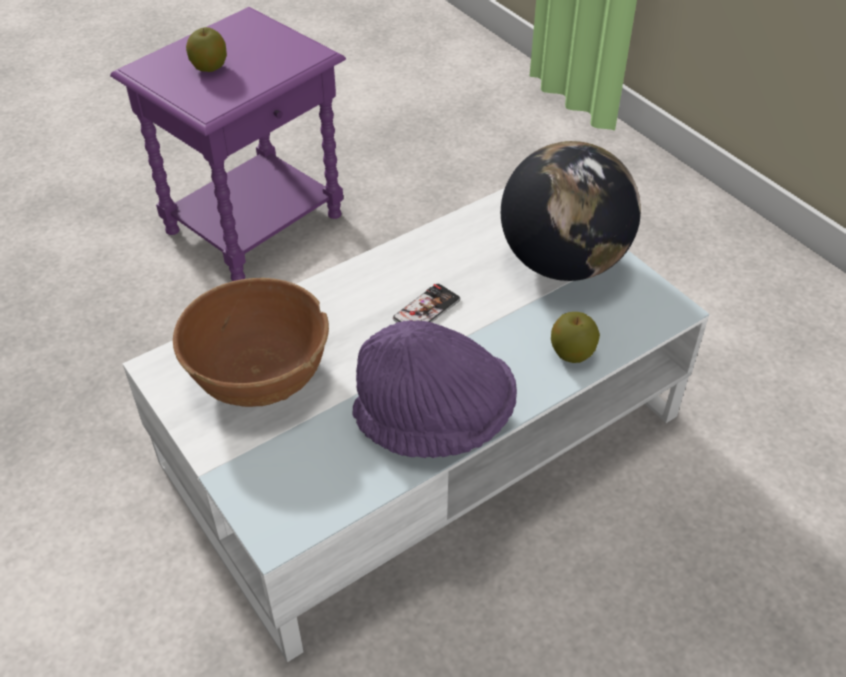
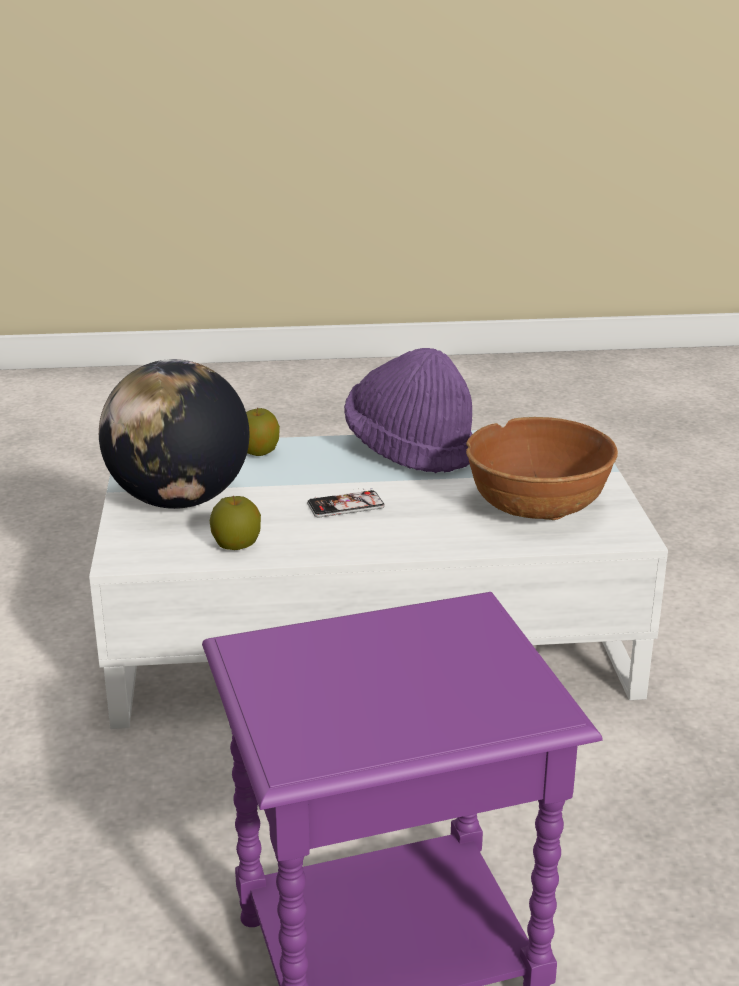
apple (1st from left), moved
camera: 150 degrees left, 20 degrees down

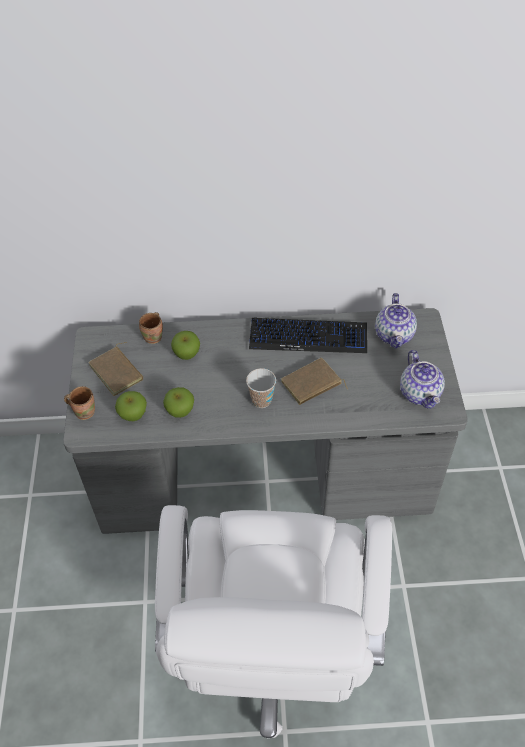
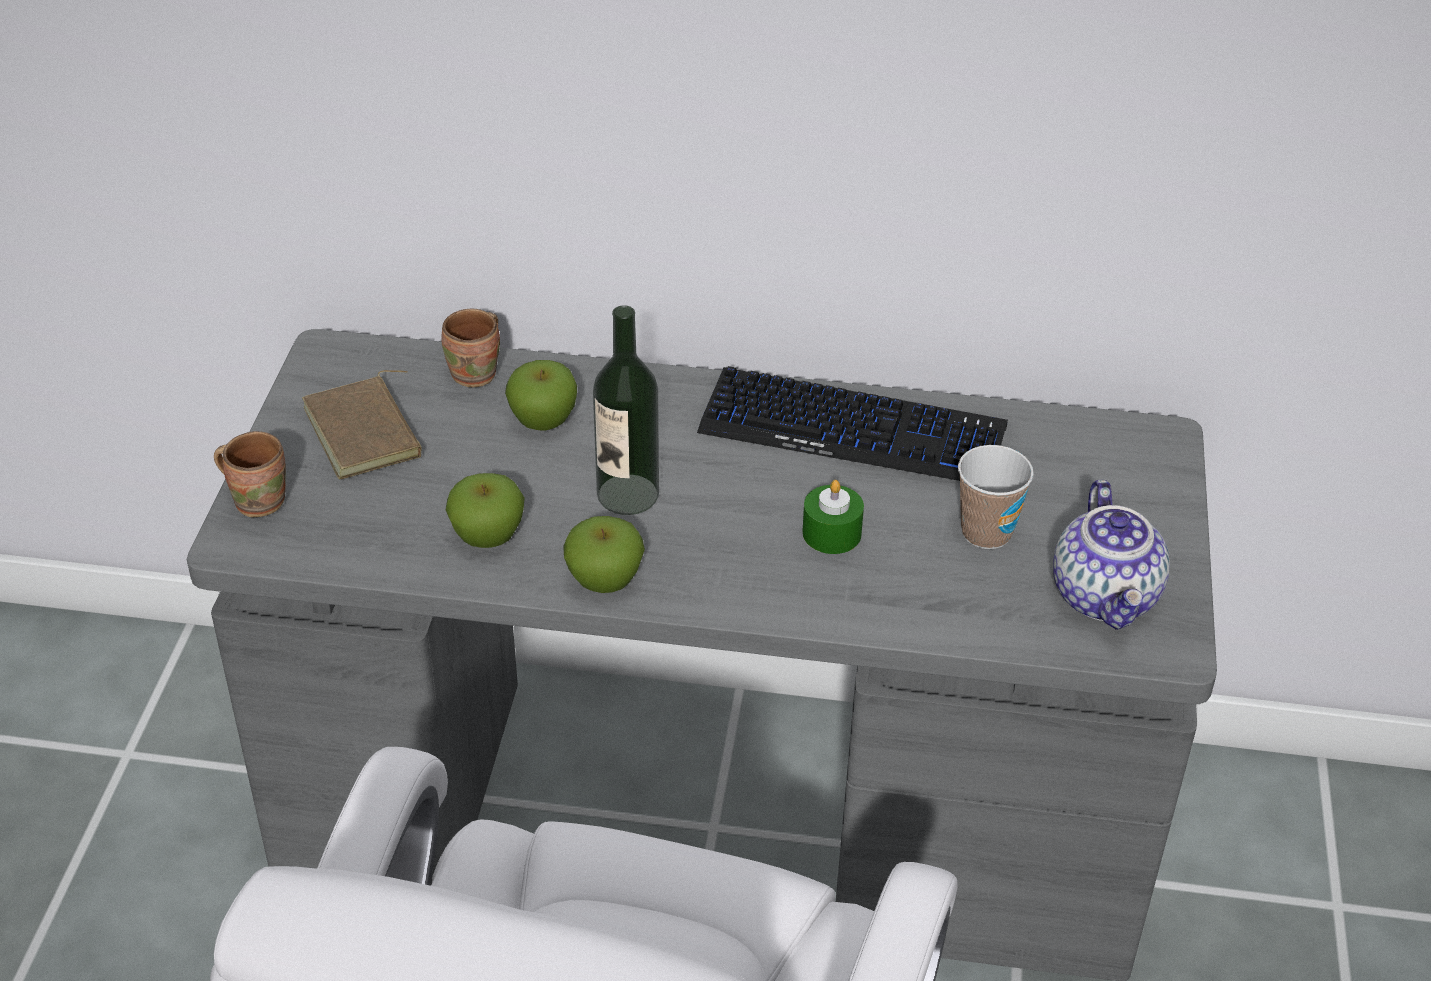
teapot (1st from left) → -
- → bottle
apple (1st from left in the first image) → apple (3rd from left), moved
cup, moved
book (brown) (2nd from left) → candle (green)
camera: 10 degrees right, 10 degrees down

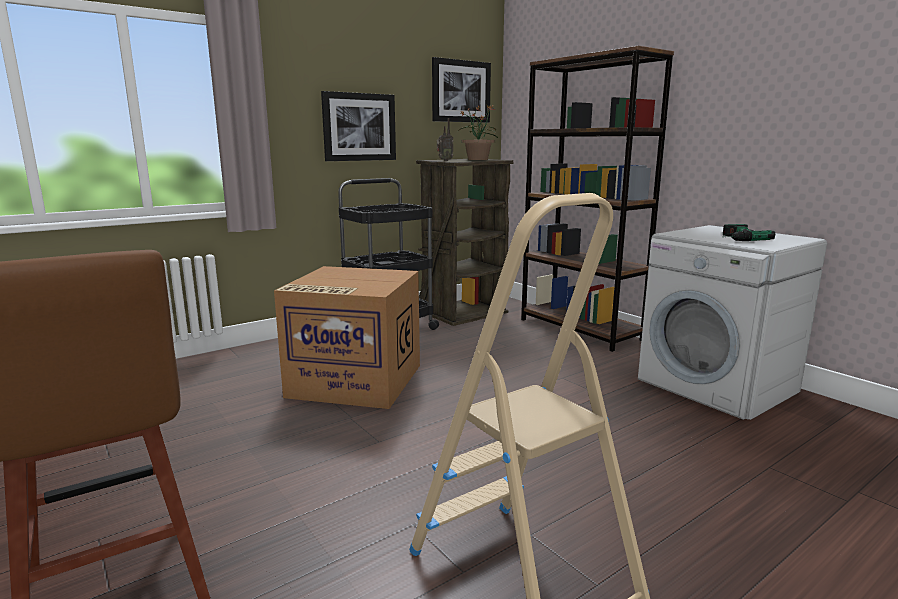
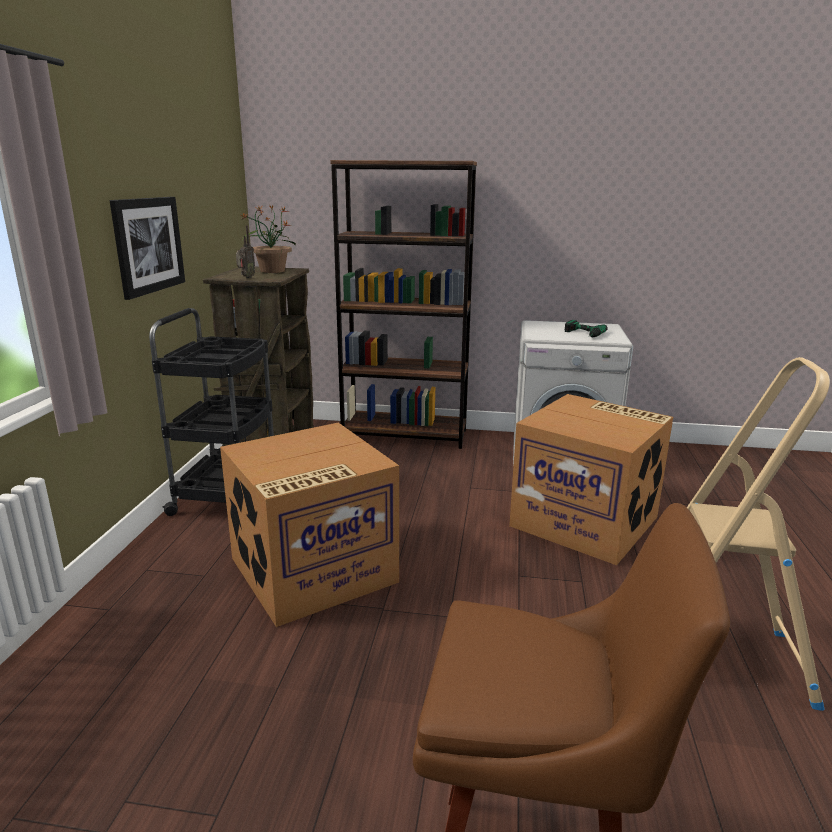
picture (2nd from left) → -
- → cardboard box (2nd from left)
camera: 45 degrees left, 5 degrees up

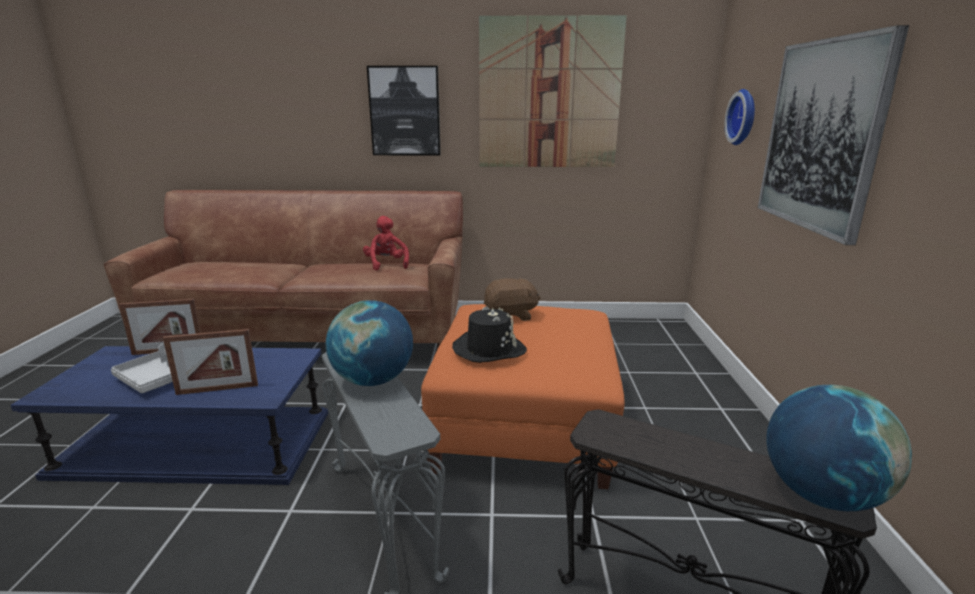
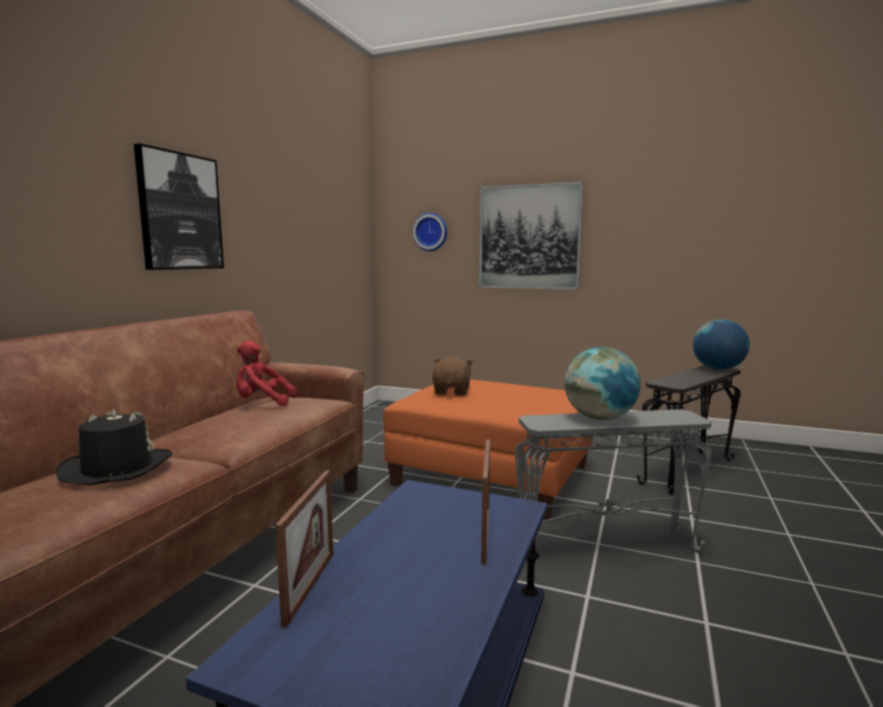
tray (grey) → -
picture (2nd from left) → -
hat (black), moved
camera: 70 degrees left, 10 degrees down

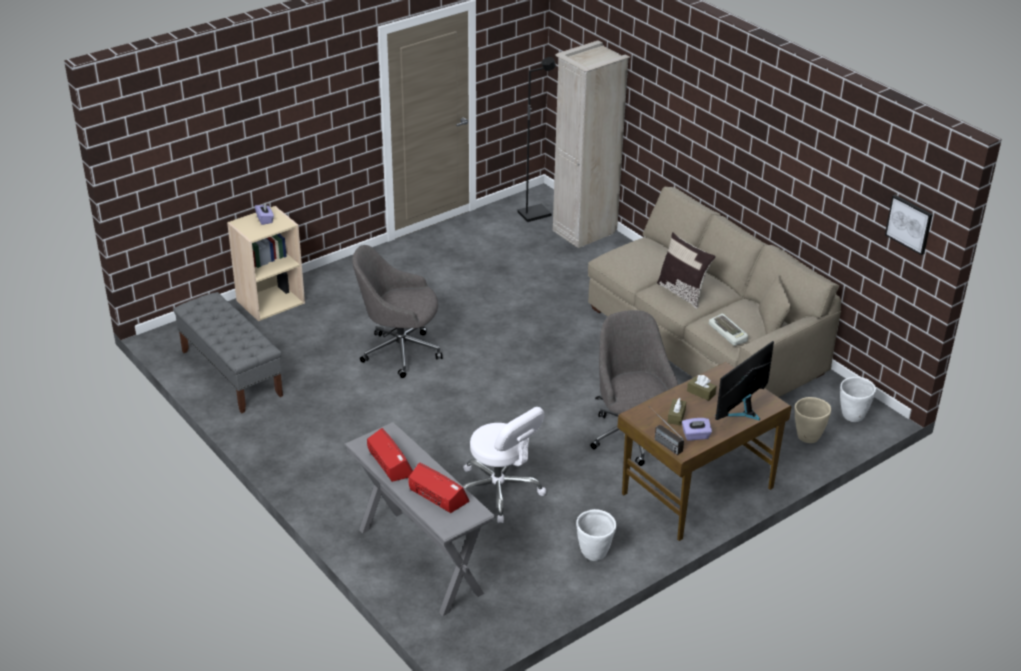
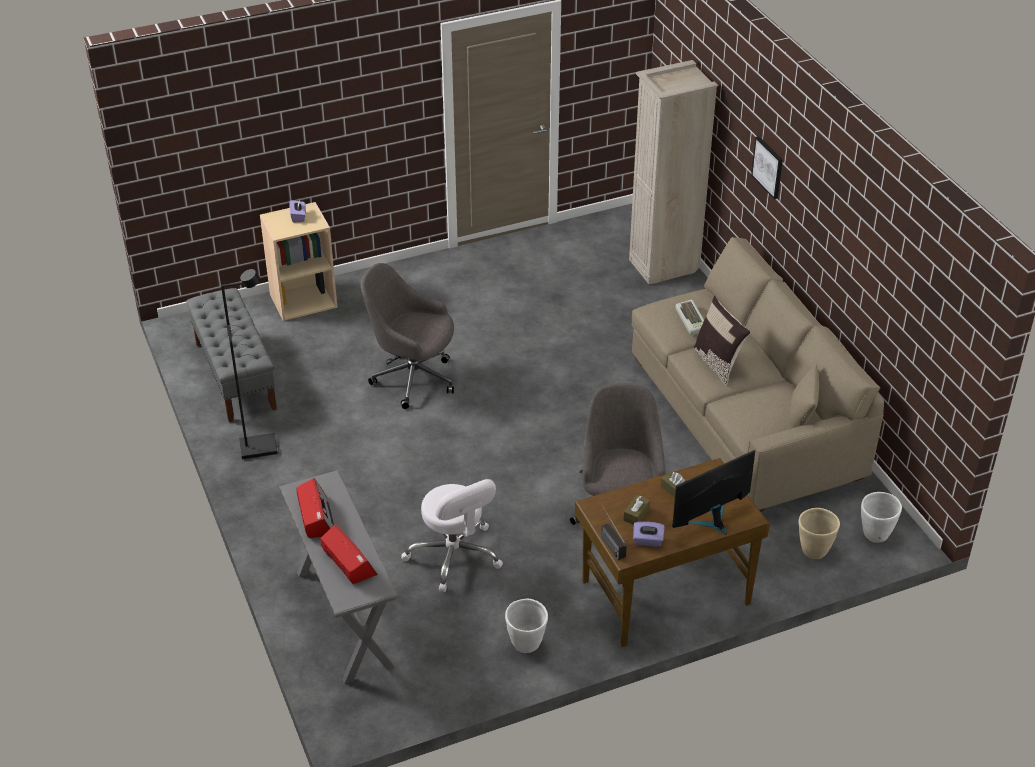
floor lamp (black), moved
keyboard, moved
picture, moved
camera: 15 degrees right, 5 degrees up

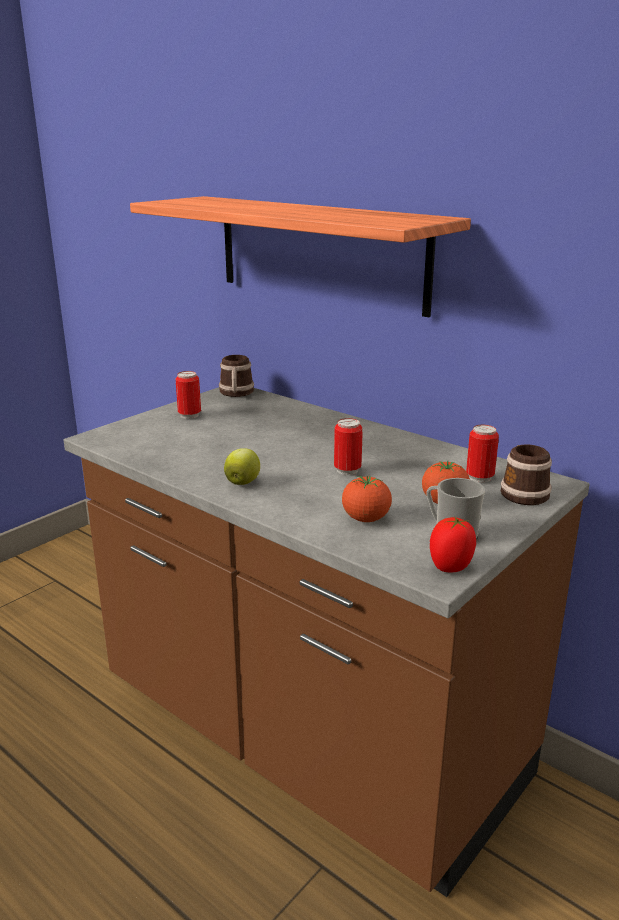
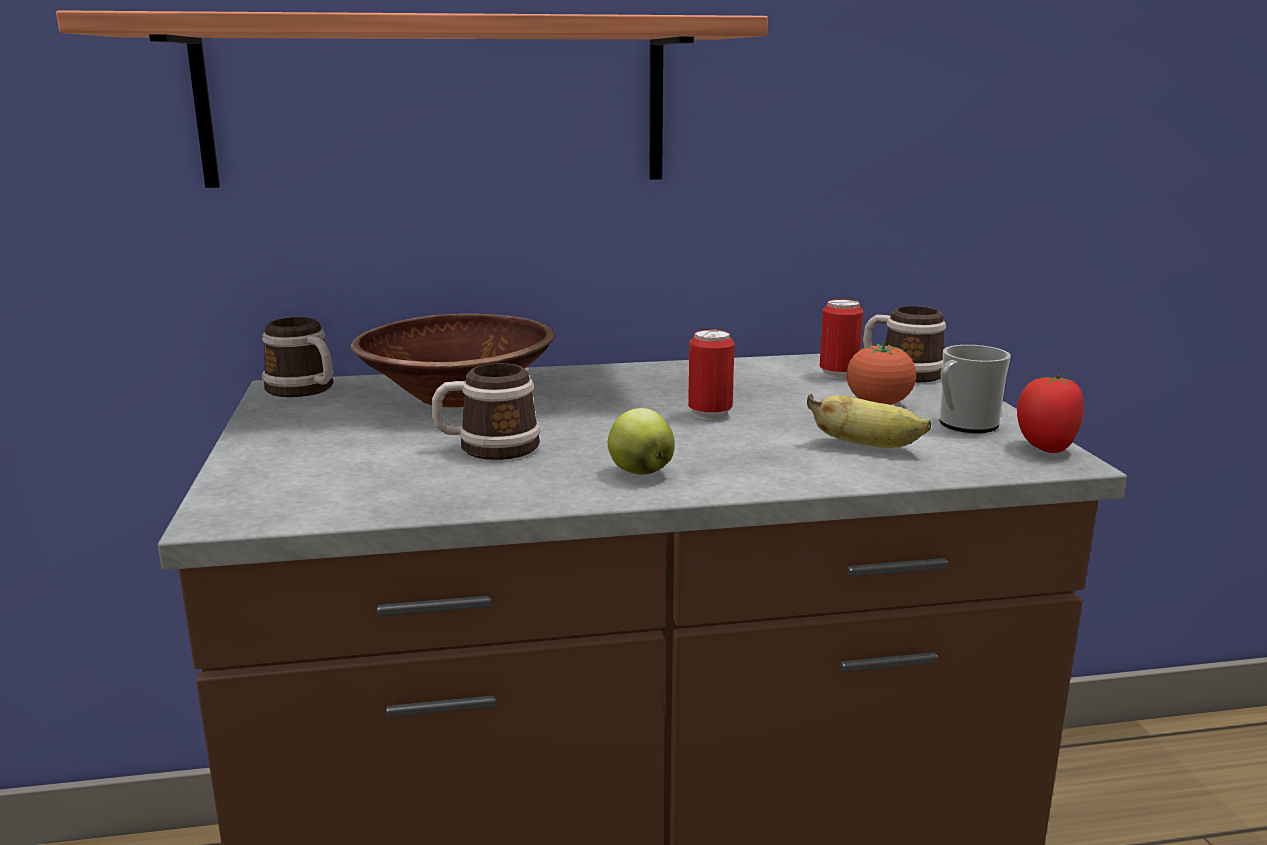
can (1st from left) → -
- → bowl (brown)
- → mug (2nd from left)
tomato (1st from left) → banana
camera: 50 degrees left, 5 degrees down

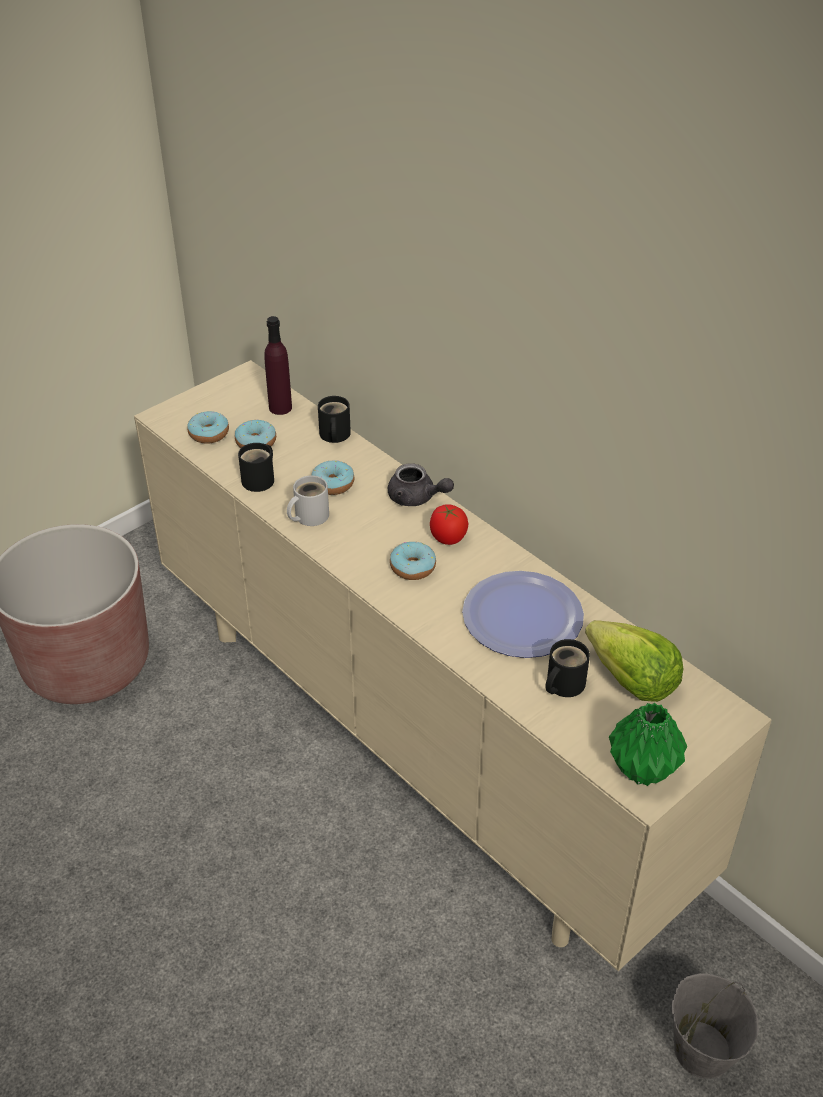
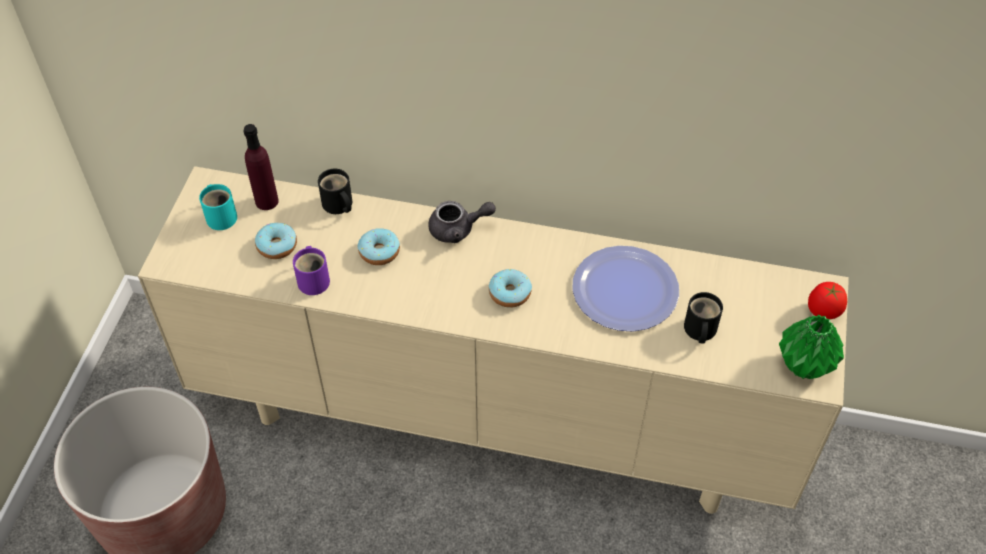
donut (1st from left) → -
mug (white) → -
lettuce → -
bucket (grey) → -
- → mug (turquoise)
tomato, moved
mug (black) (1st from left) → mug (purple)
camera: 35 degrees left, 10 degrees up

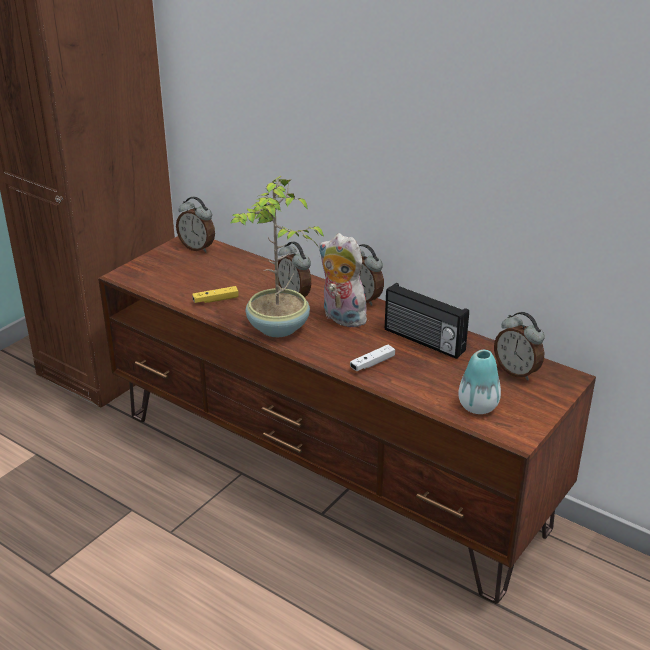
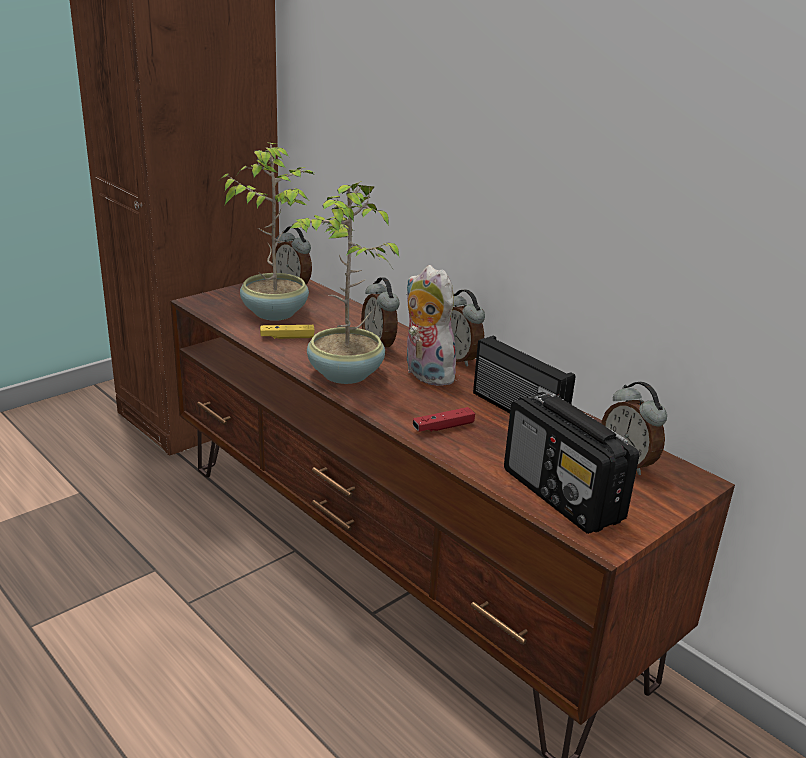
- → potted plant (1st from left)
vase → radio (2nd from left)
game controller (white) → game controller (red)
camera: 10 degrees right, 5 degrees down

